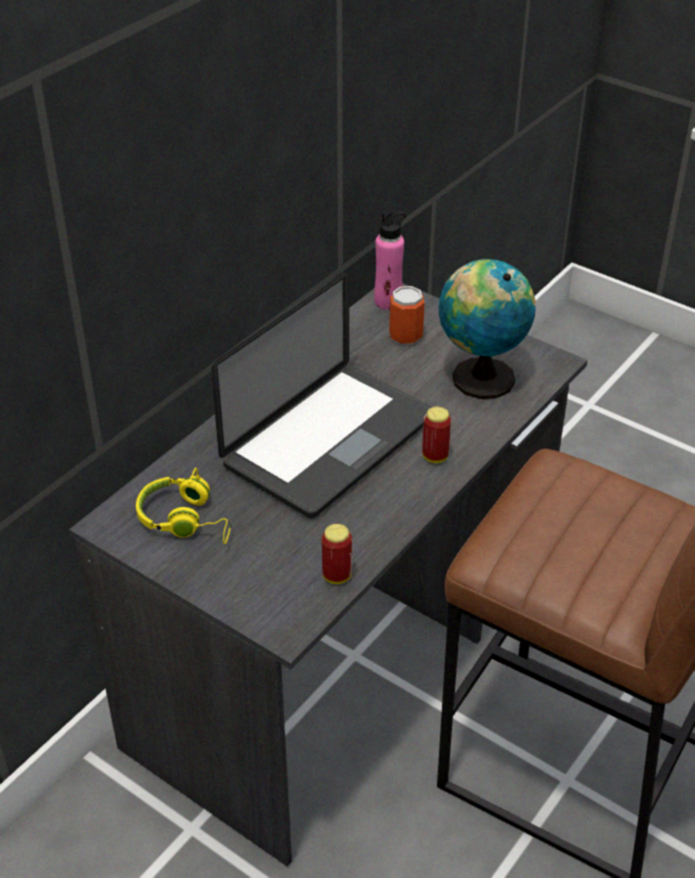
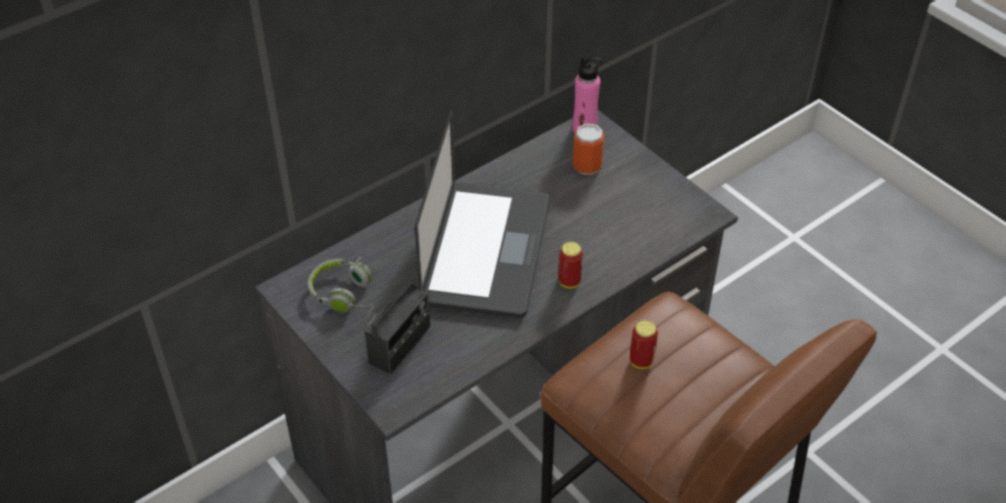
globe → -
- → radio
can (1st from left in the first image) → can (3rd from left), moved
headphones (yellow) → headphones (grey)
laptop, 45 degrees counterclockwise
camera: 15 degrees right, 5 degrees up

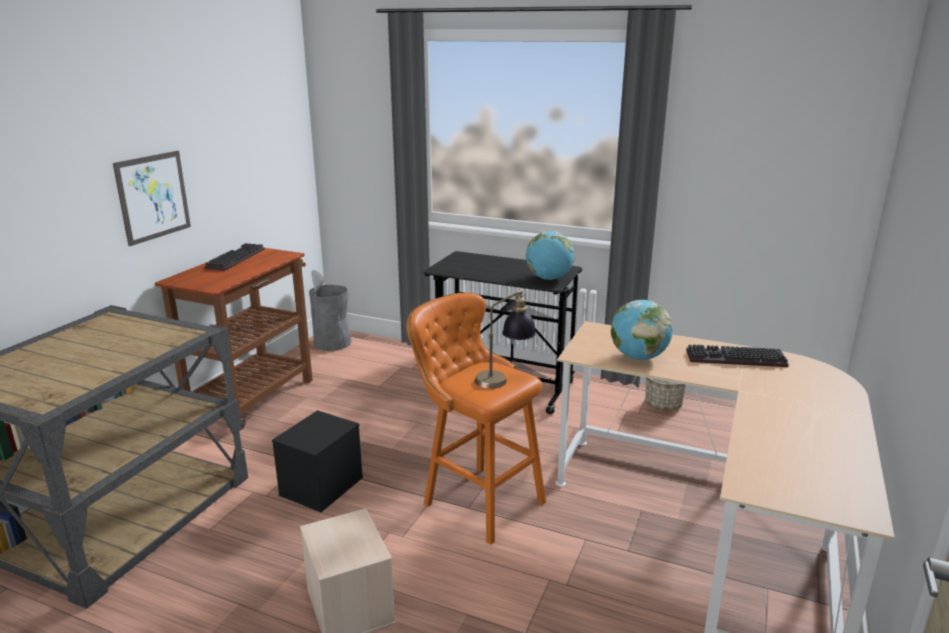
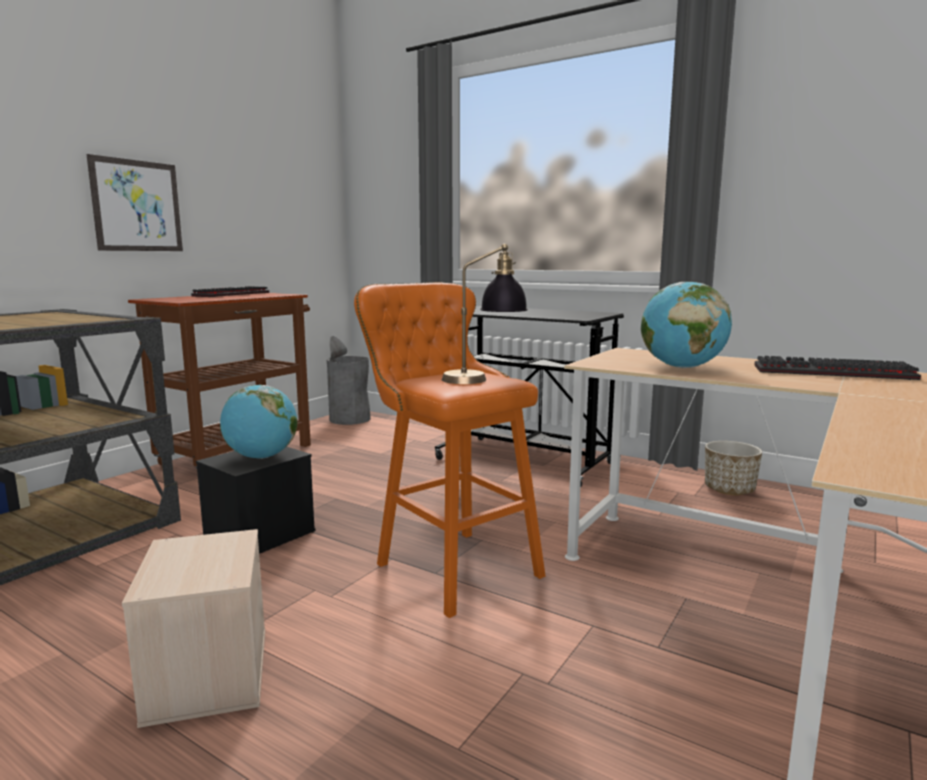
globe (1st from left), moved
camera: 10 degrees right, 10 degrees down

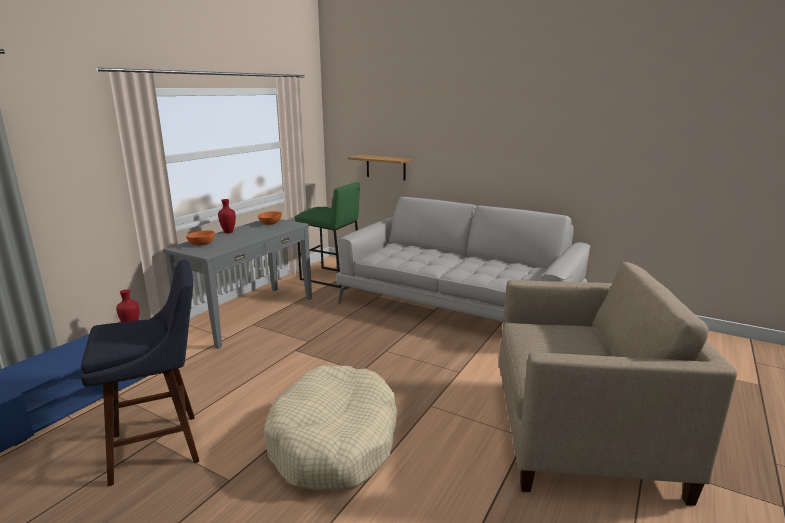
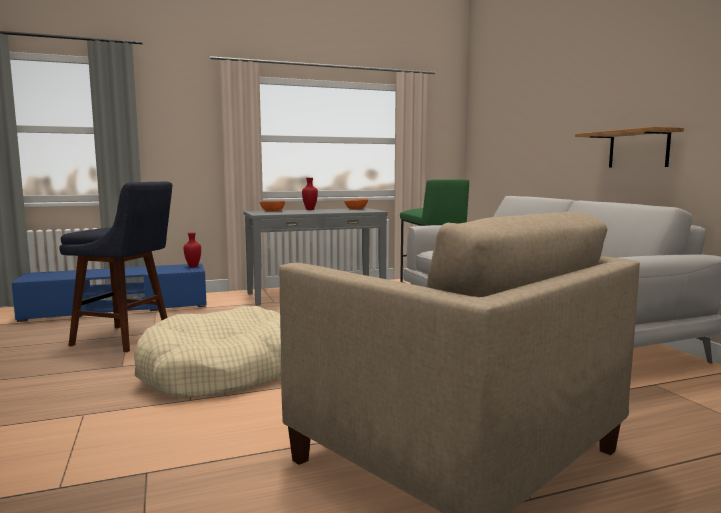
shelf, moved
camera: 40 degrees right, 10 degrees down

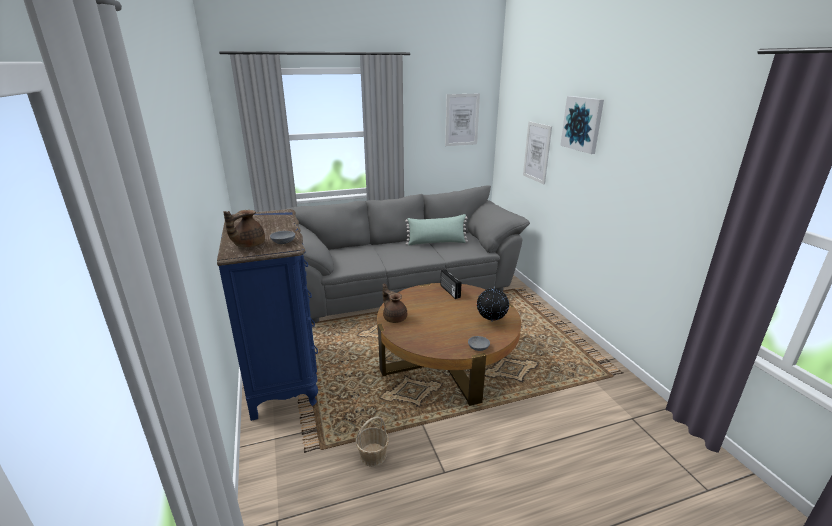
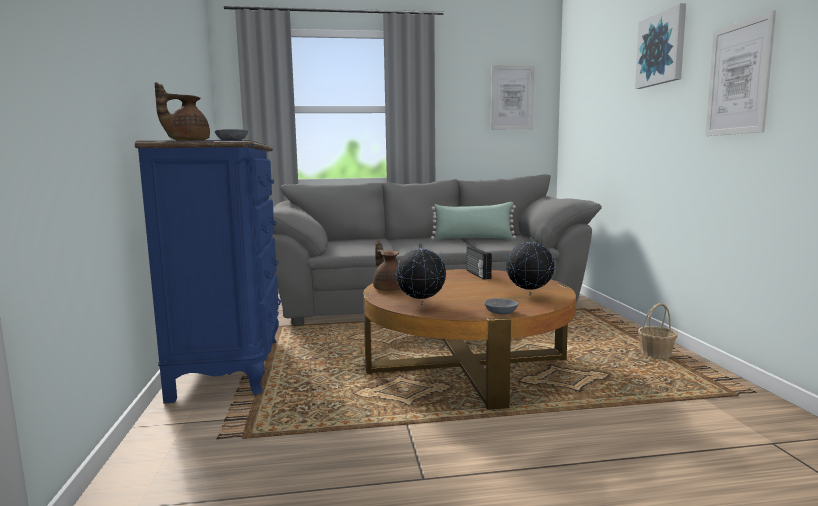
- → globe (1st from left)
basket, moved
picture (2nd from left in the first image) → picture (3rd from left), moved
camera: 10 degrees right, 15 degrees down

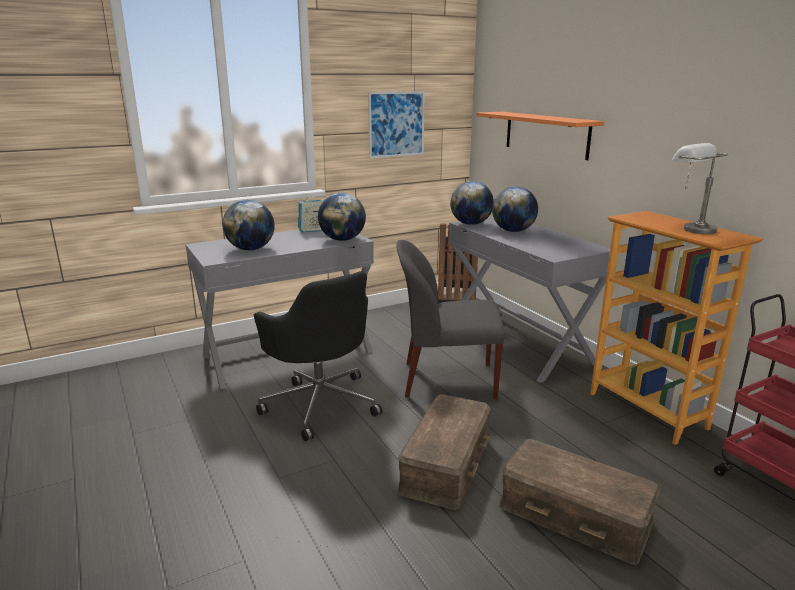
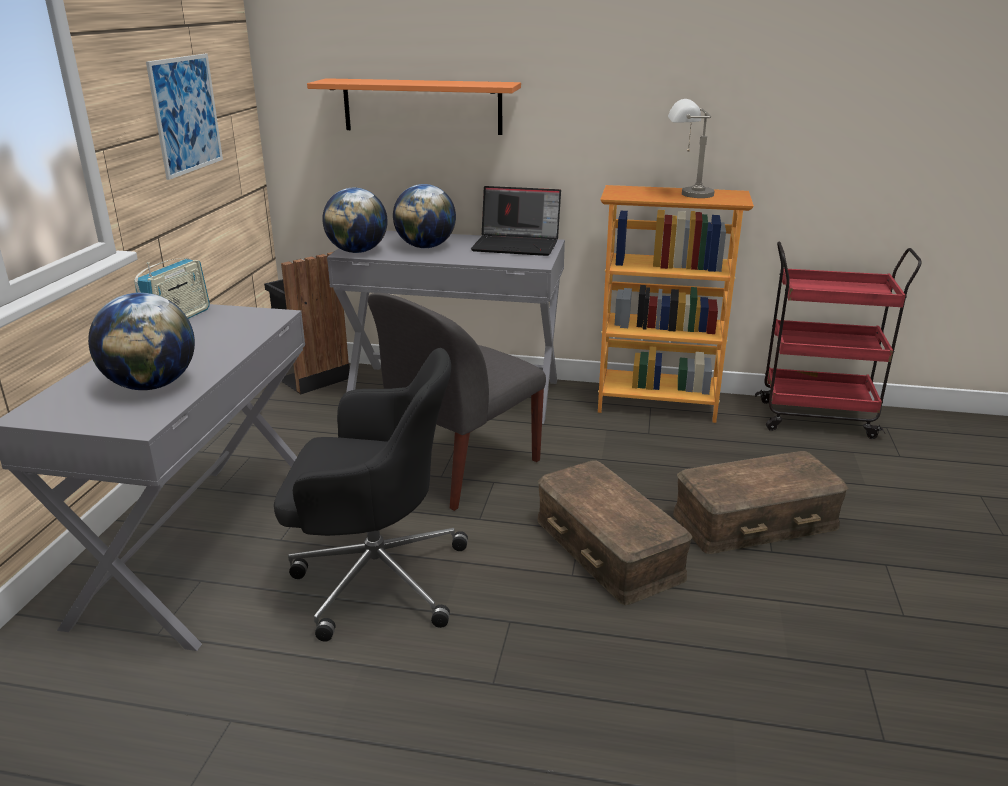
globe (2nd from left) → -
- → laptop
camera: 50 degrees left, 5 degrees up

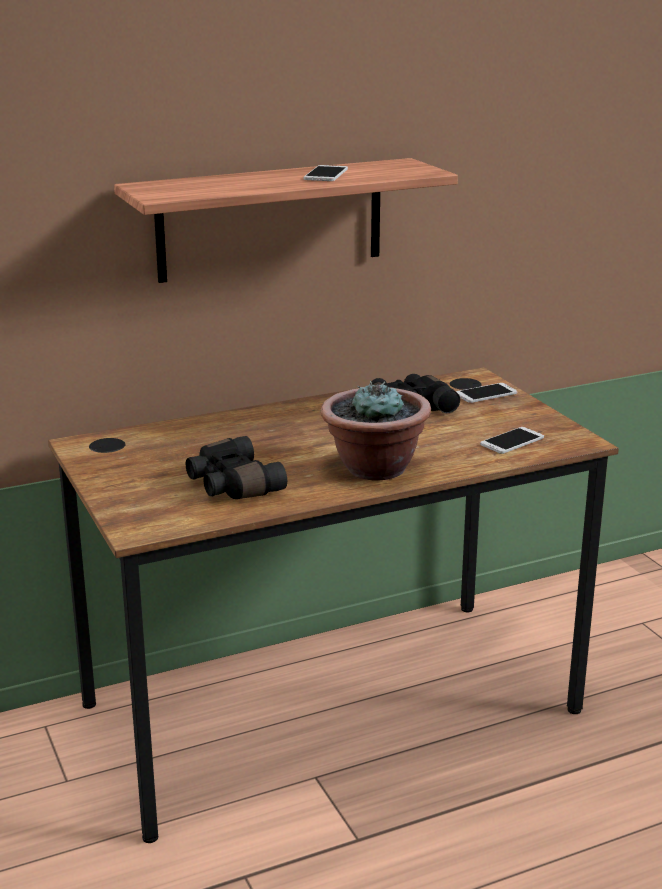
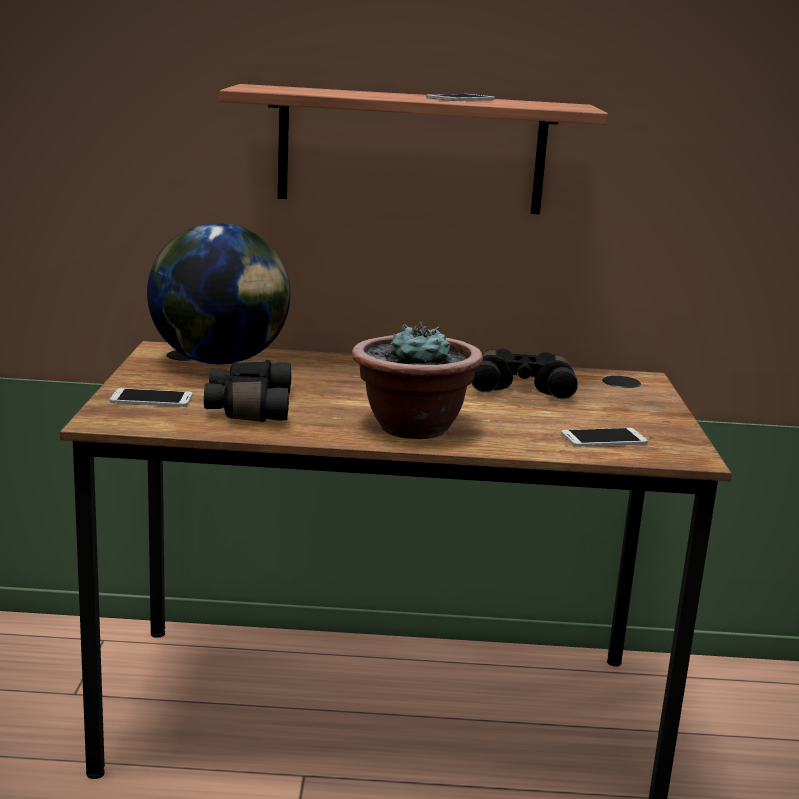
- → globe
phone (2nd from left in the first image) → phone (1st from left), moved
camera: 25 degrees right, 5 degrees down

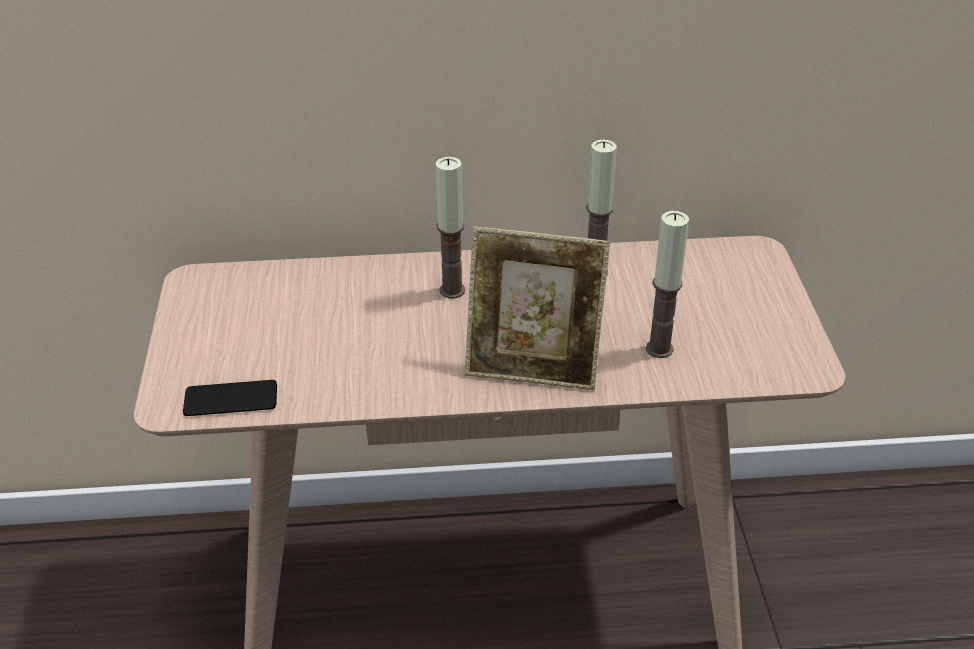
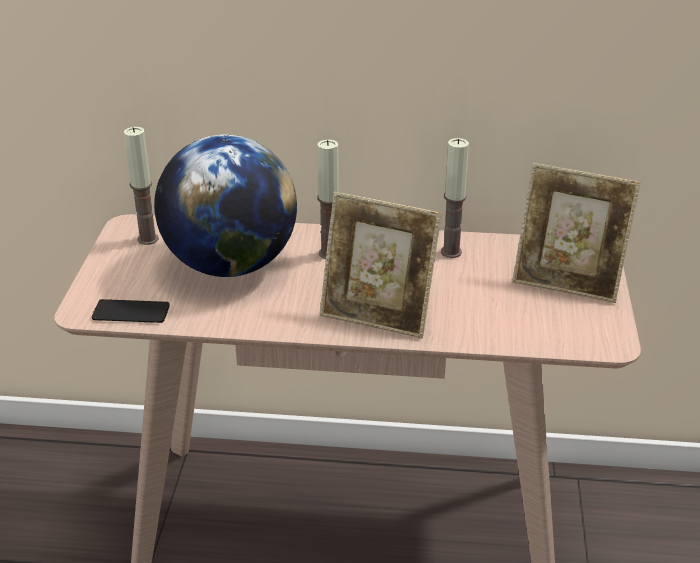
- → globe
- → picture frame (2nd from left)
candle (3rd from left in the first image) → candle (1st from left), moved
camera: 10 degrees right, 5 degrees down

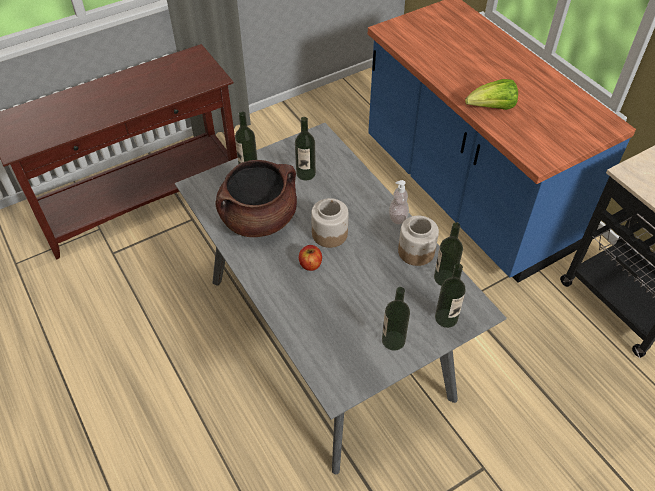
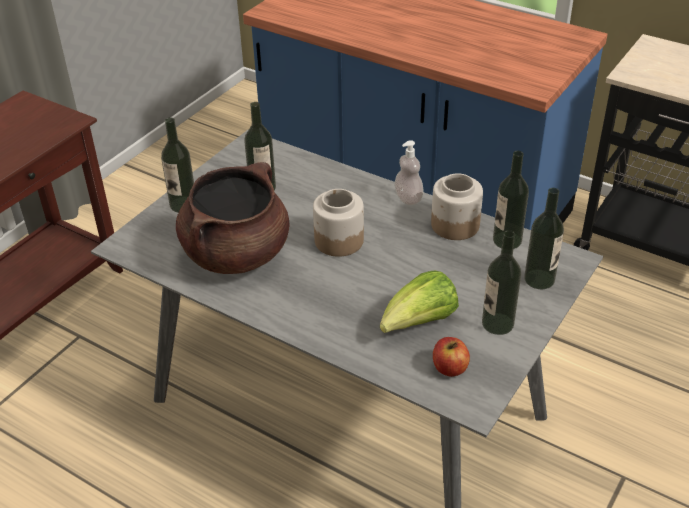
apple, moved
lettuce, moved
camera: 25 degrees left, 10 degrees down

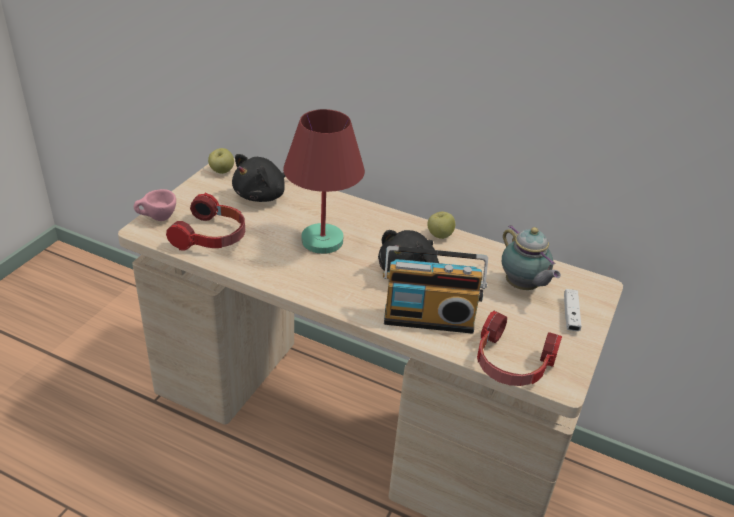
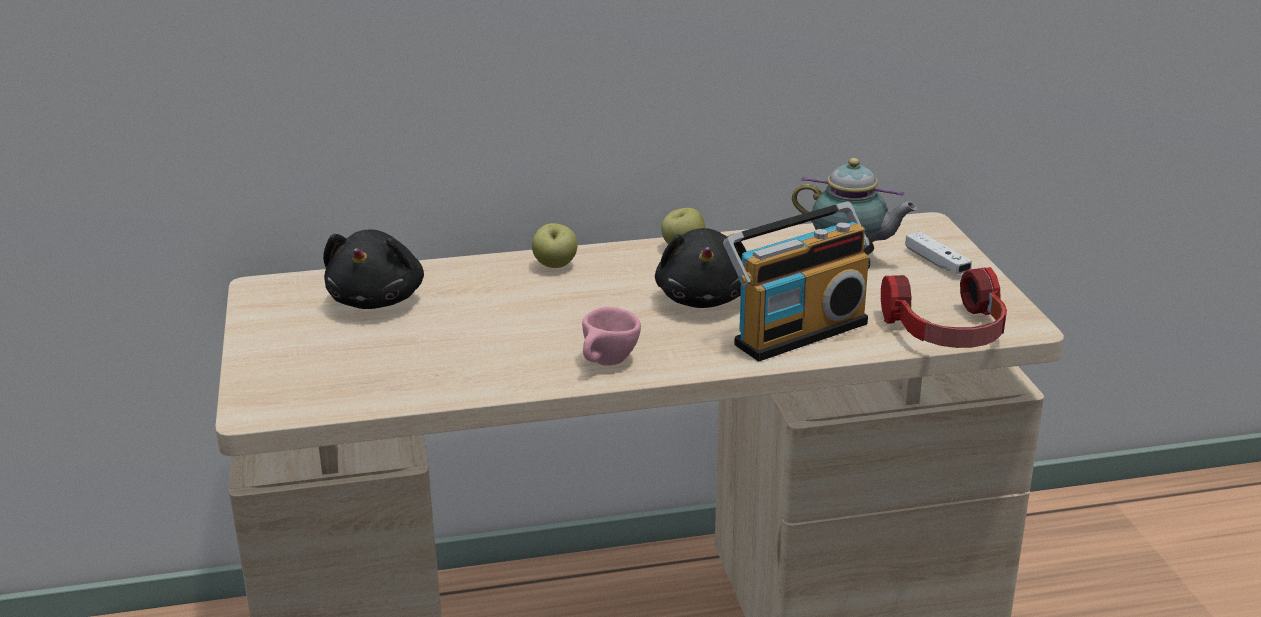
headphones (1st from left) → -
table lamp (red) → -
cup (pink), moved
apple (1st from left), moved
camera: 35 degrees left, 10 degrees down

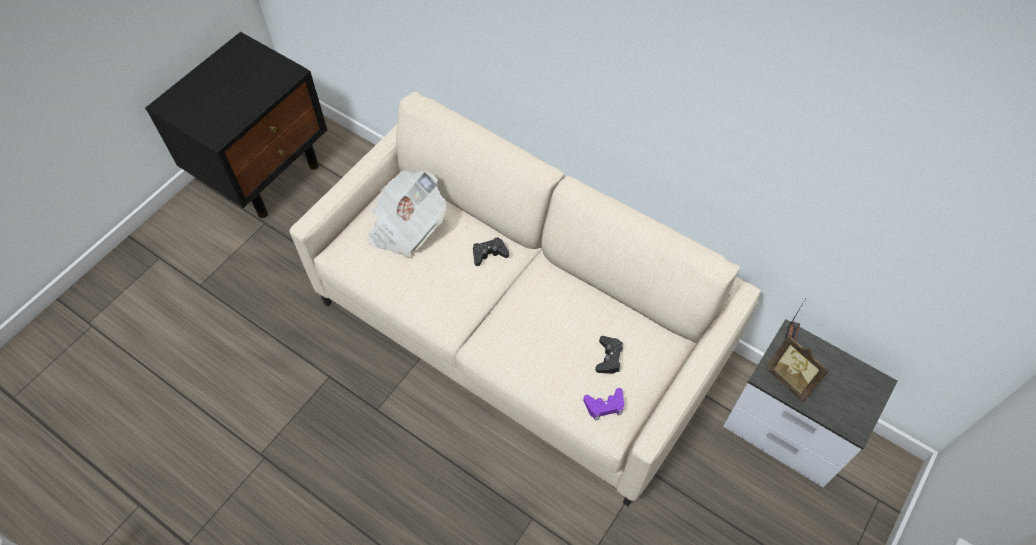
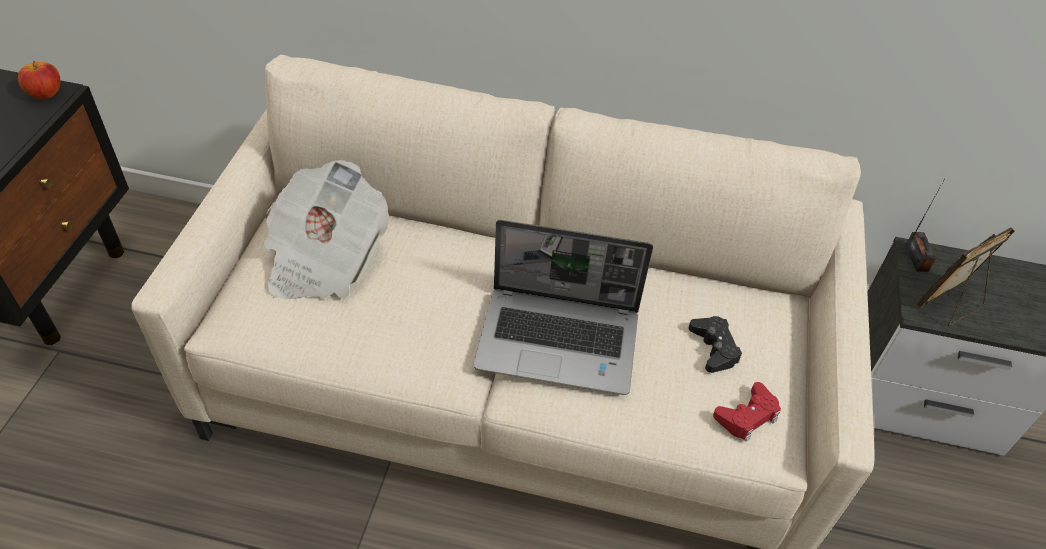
game controller (black) (1st from left) → -
- → apple
- → laptop
game controller (purple) → game controller (red)
picture frame, 120 degrees clockwise
camera: 25 degrees left, 10 degrees down

